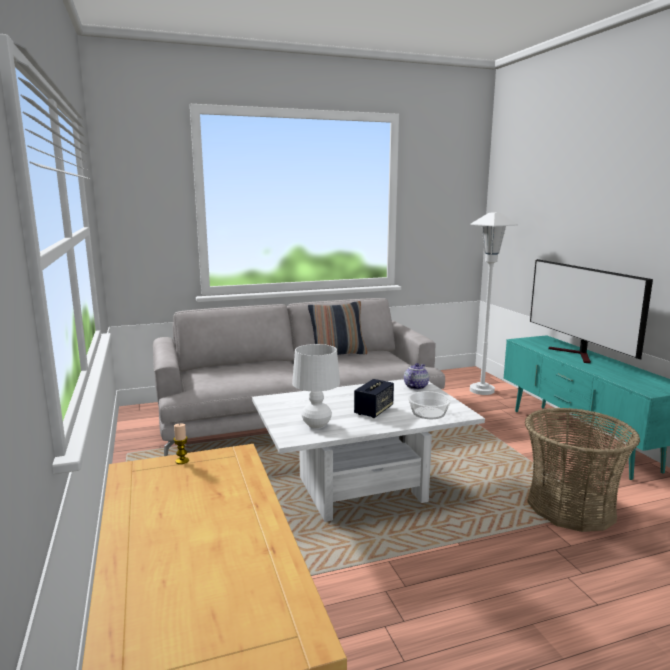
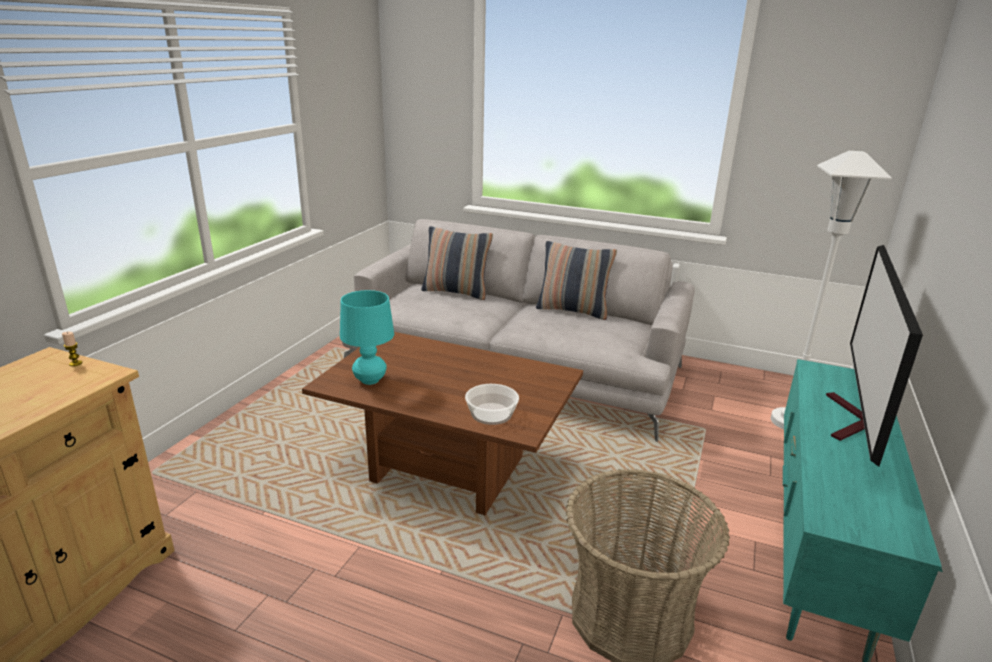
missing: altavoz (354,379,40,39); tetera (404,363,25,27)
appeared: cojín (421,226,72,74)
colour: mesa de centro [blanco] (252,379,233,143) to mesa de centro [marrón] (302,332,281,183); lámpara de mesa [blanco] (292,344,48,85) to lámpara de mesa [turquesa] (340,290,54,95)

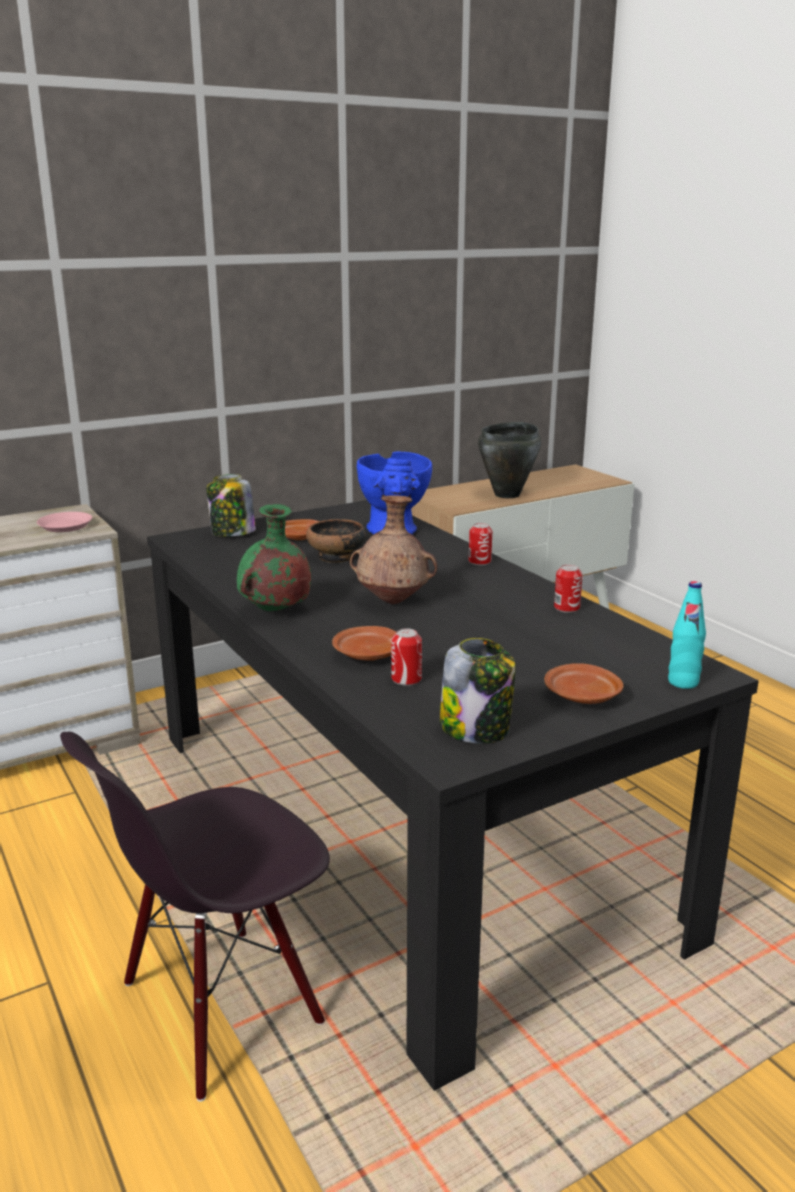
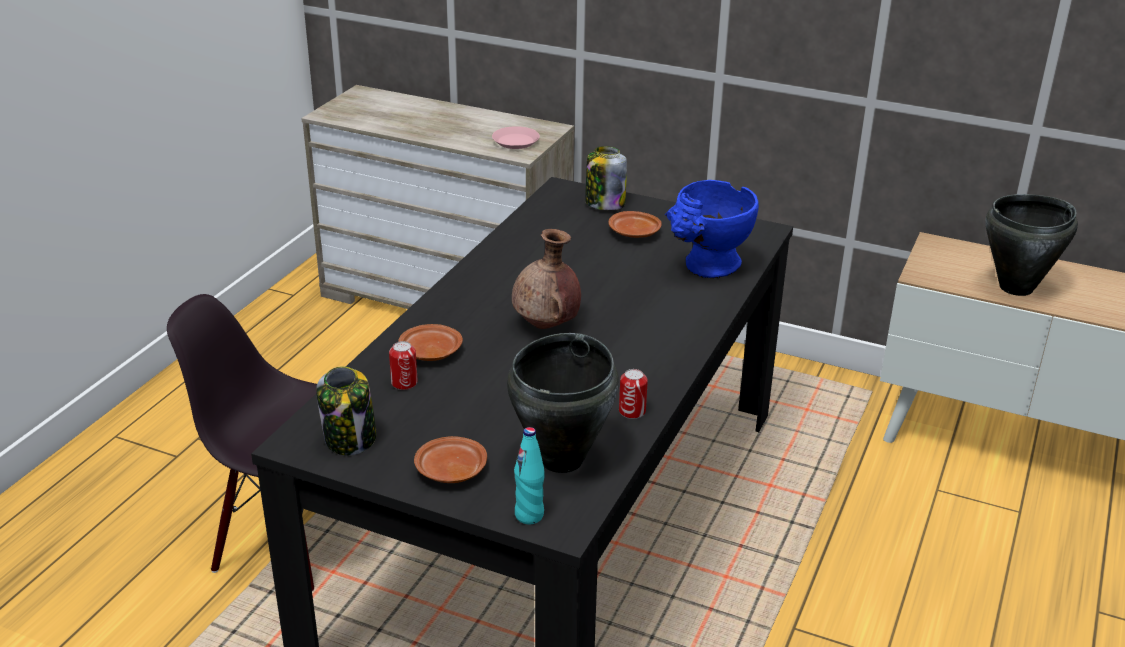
missing: florero [verde] (237,504,74,107); cuenco (306,519,61,44); lata (469,523,23,42)
appeared: olla [negro] (507,333,112,140)

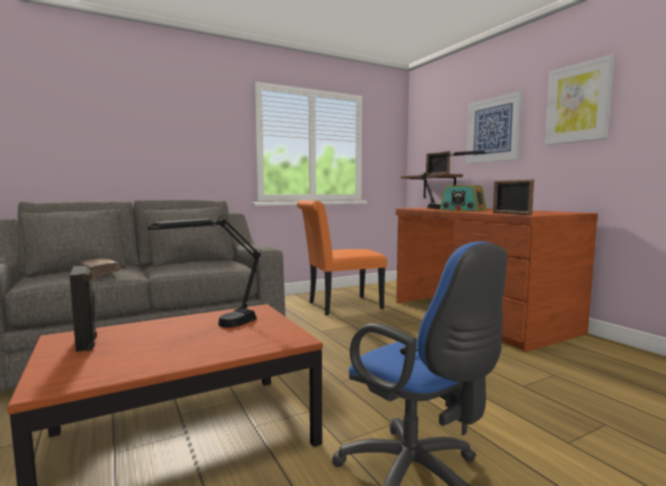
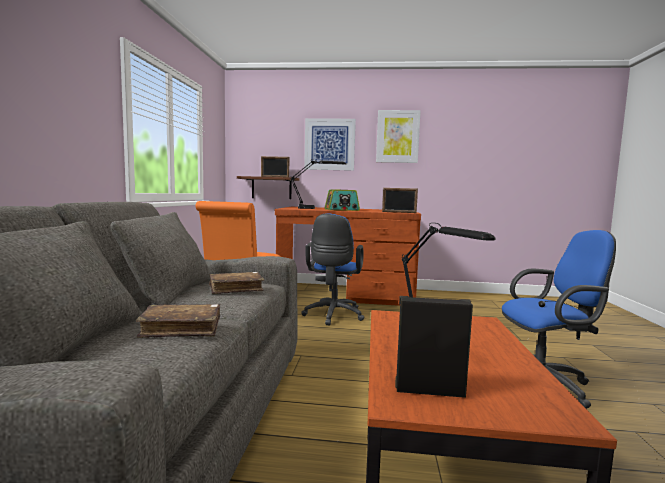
appeared: libro [marrón] (209,272,55,22); silla de oficina [azul] (301,213,64,112)

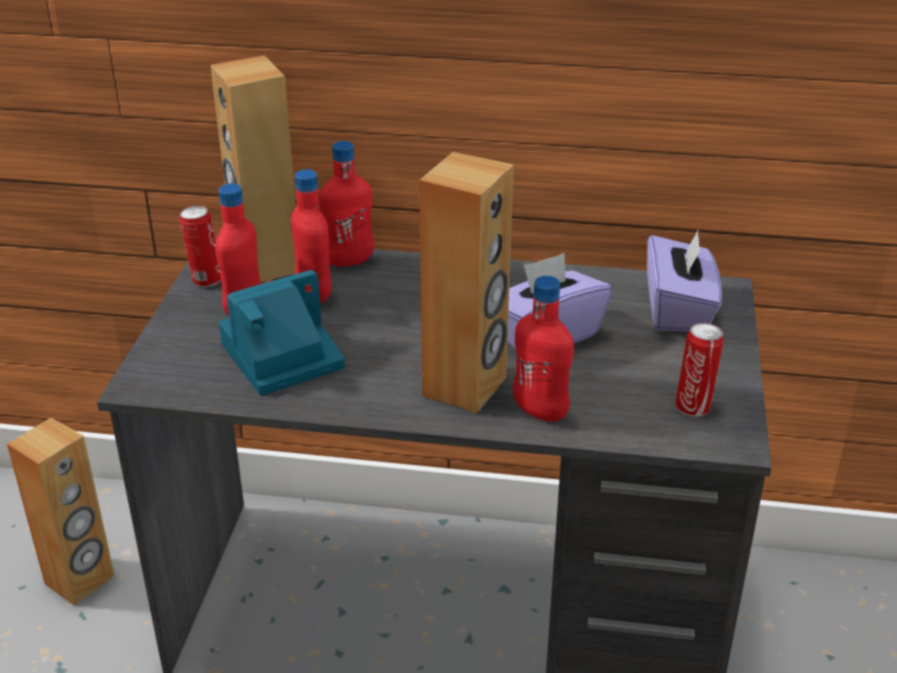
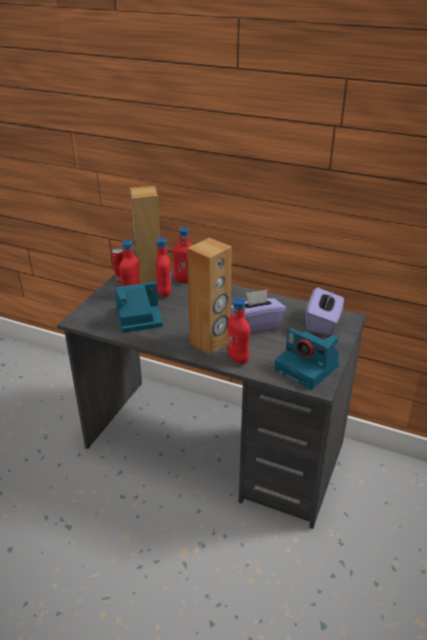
missing: altavoz [marrón] (7,418,108,187)
exchanged: lata (675,323,49,94) to cámara (274,328,66,62)

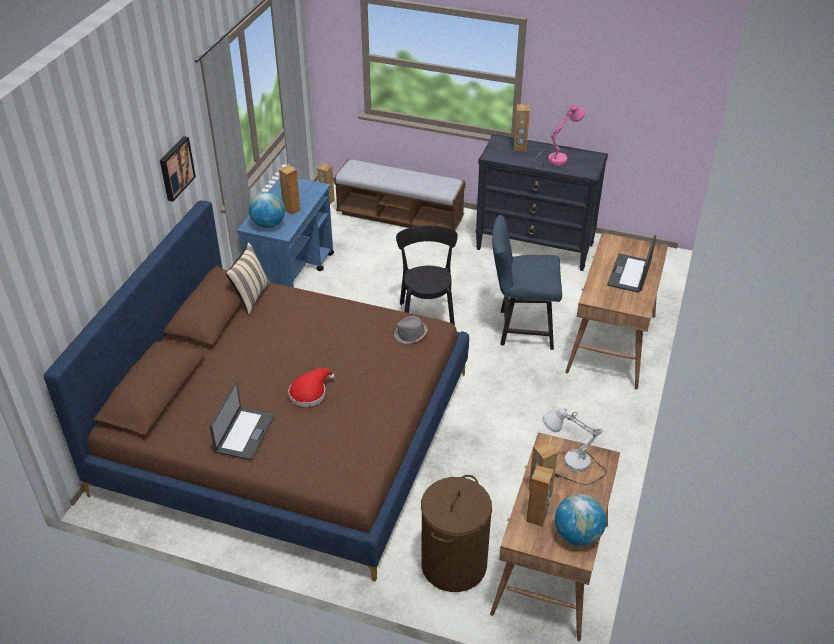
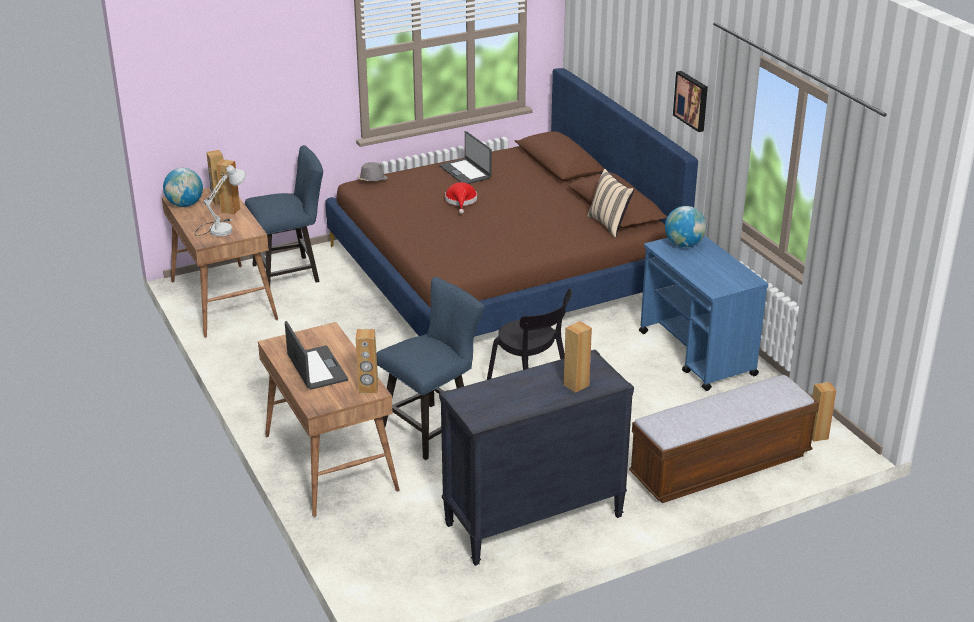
missing: lámpara de mesa [rosa] (536,104,49,62)
relocated: altavoz [marrón] (279,165,22,50) to (356,329,22,65); sombrero [gris] (394,316,34,28) to (358,162,30,19)
exchanged: cesto de la ropa [marrón] (421,475,71,117) to silla [azul] (245,145,78,141)

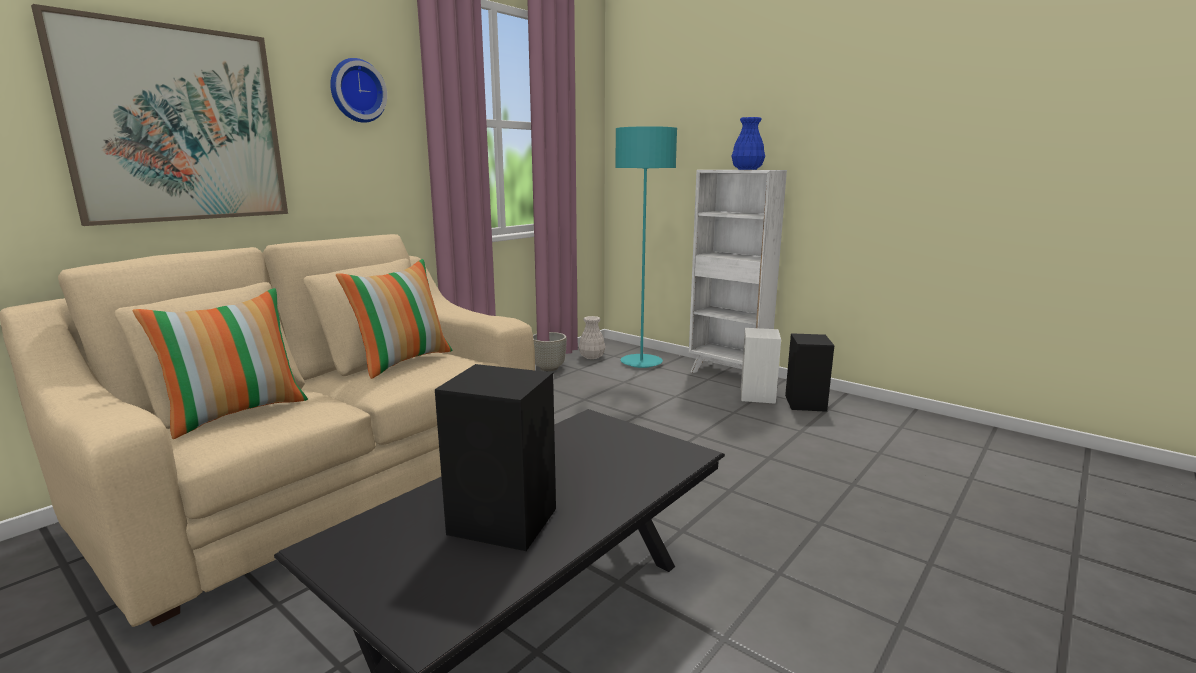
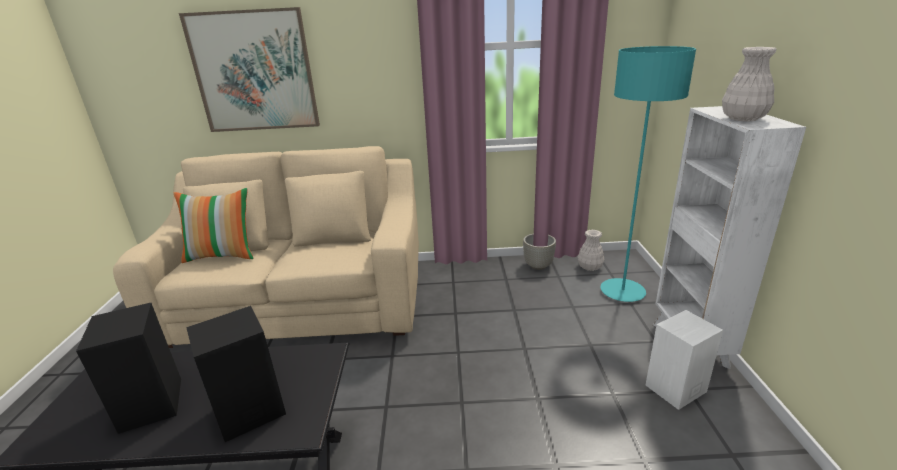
missing: reloj de pared (330,58,57,65); cojín (336,259,116,120)
relocated: altavoz [negro] (785,333,49,79) to (186,306,100,136)
colour: florero [azul] (732,117,33,53) to florero [blanco] (722,47,54,75)

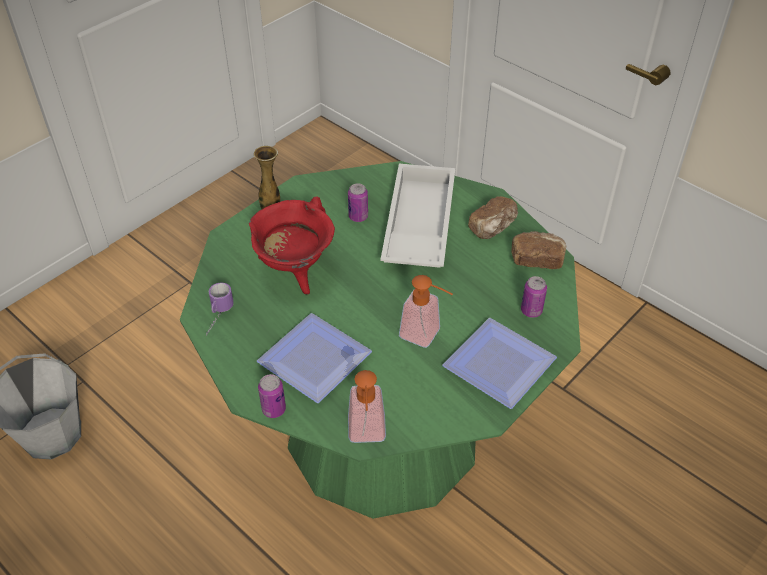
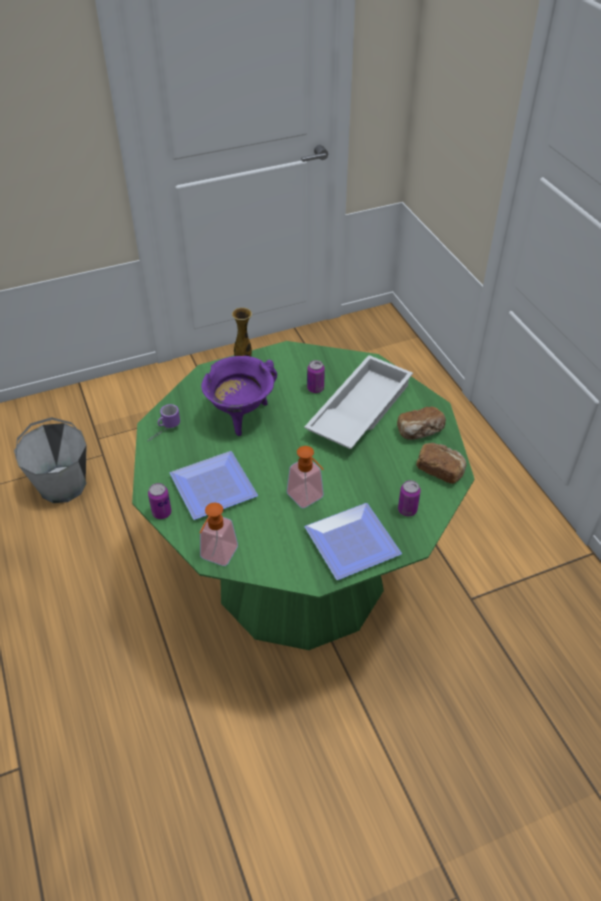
colour: olla [rojo] (249,197,86,97) to olla [morado] (201,356,76,80)

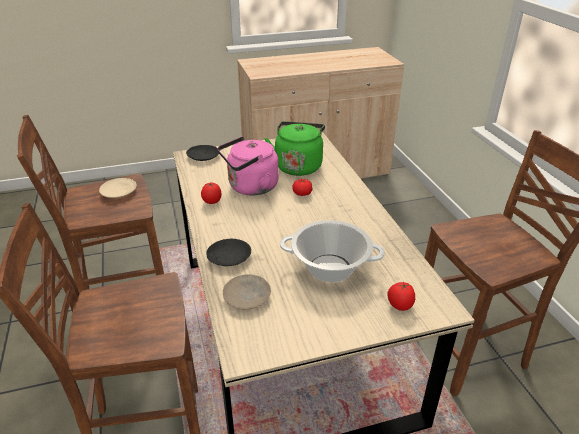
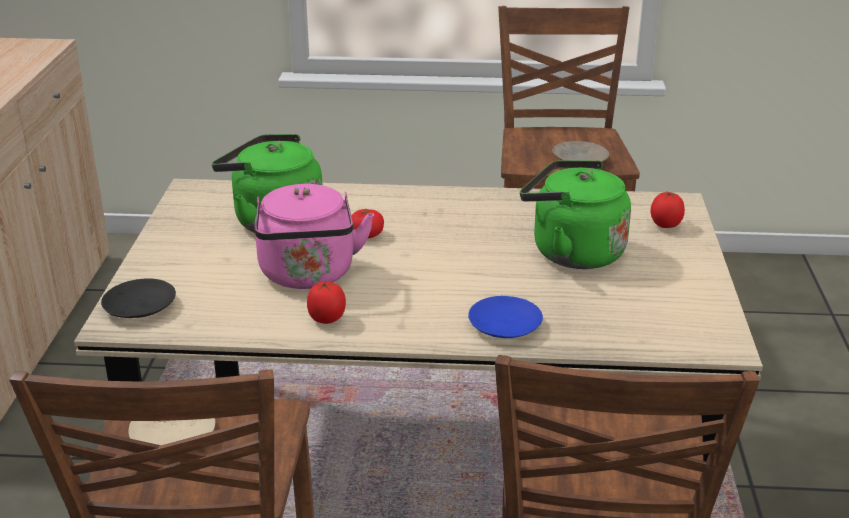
relocated: plato [beis] (223,274,48,35) to (552,141,57,21)
exchanged: olla (280,220,105,62) to hervidor [verde] (520,160,111,109)
colour: plato [negro] (206,239,45,27) to plato [azul] (468,296,75,42)

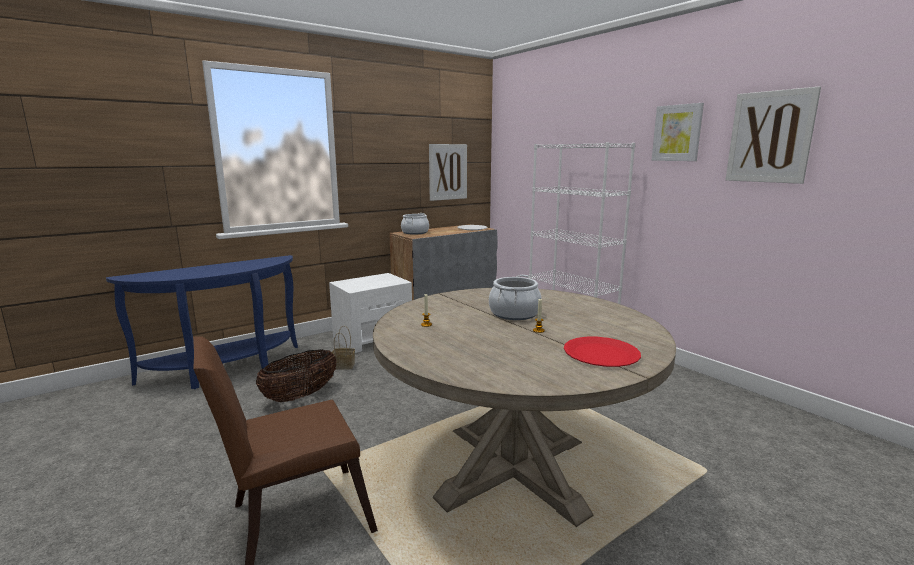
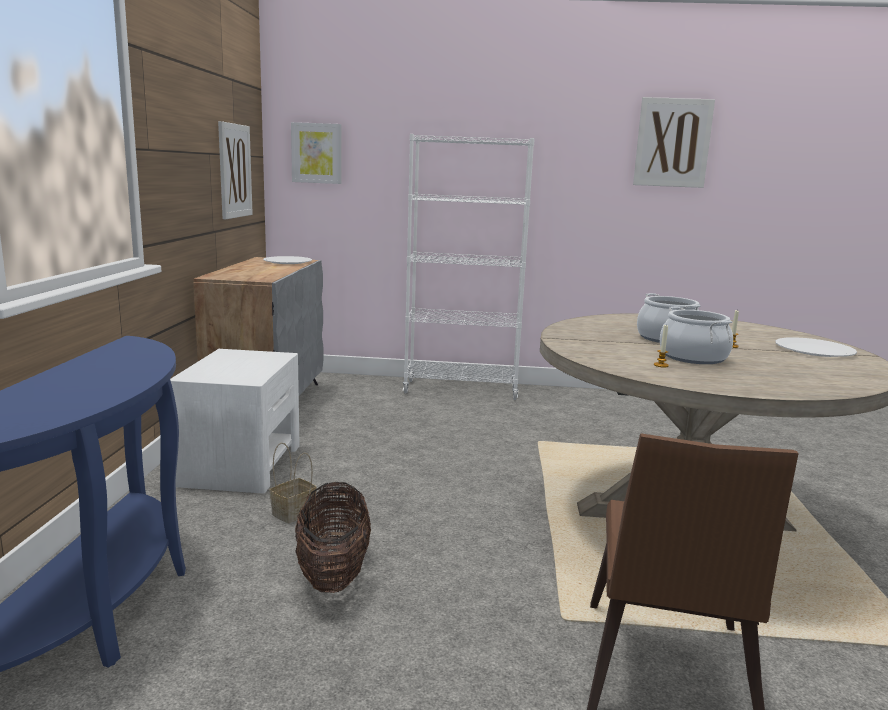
relocated: olla (401,213,28,22) to (660,307,73,57); cuadro (652,103,52,58) to (291,122,51,62)
colour: plato [rojo] (564,337,77,30) to plato [blanco] (776,337,81,20)

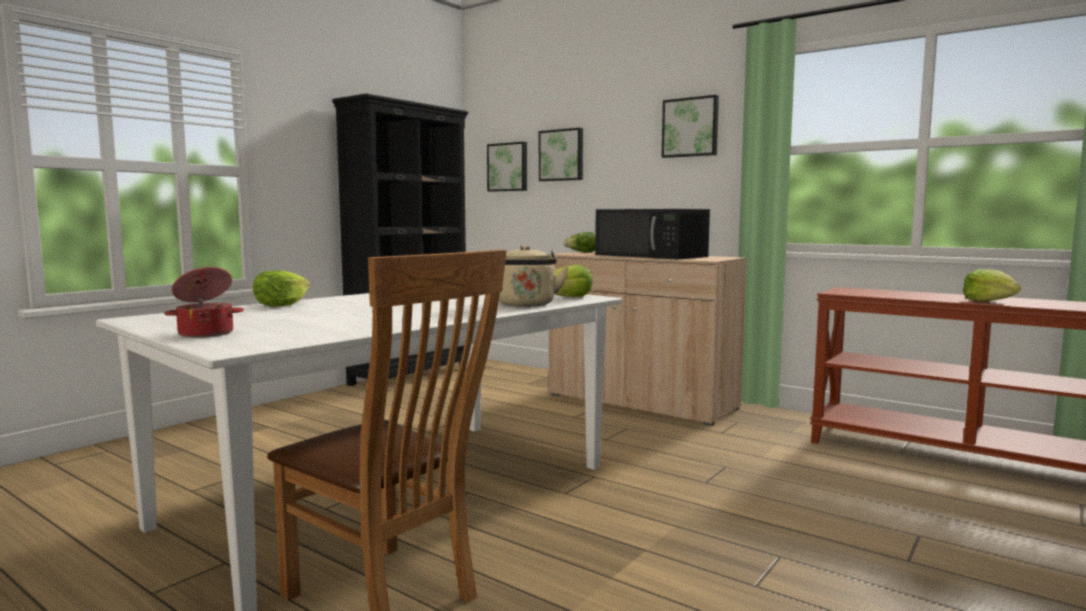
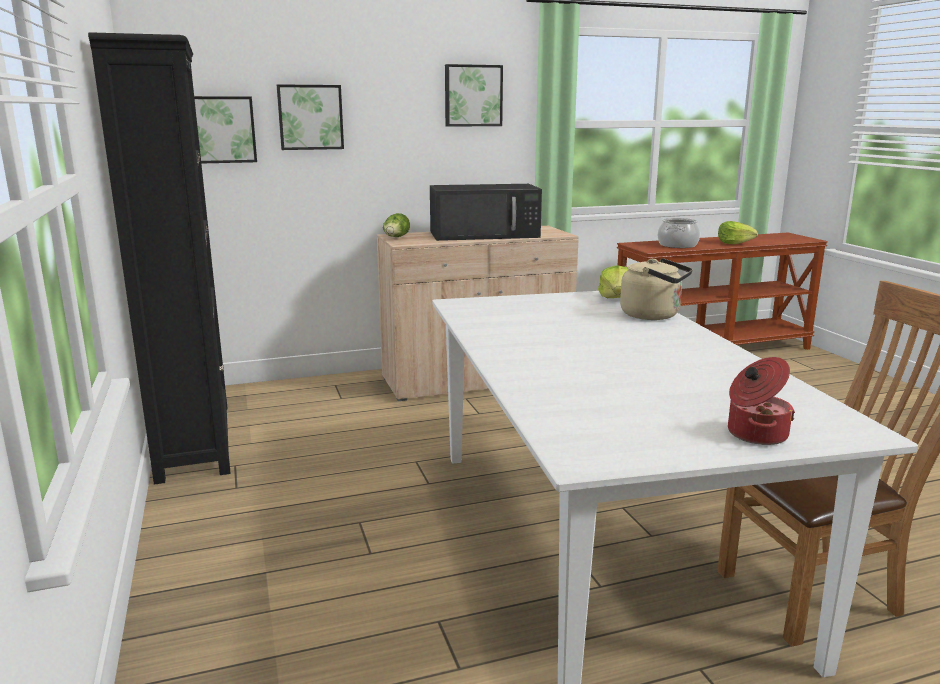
missing: lechuga (253,270,57,37)
appeared: olla (657,218,43,30)

